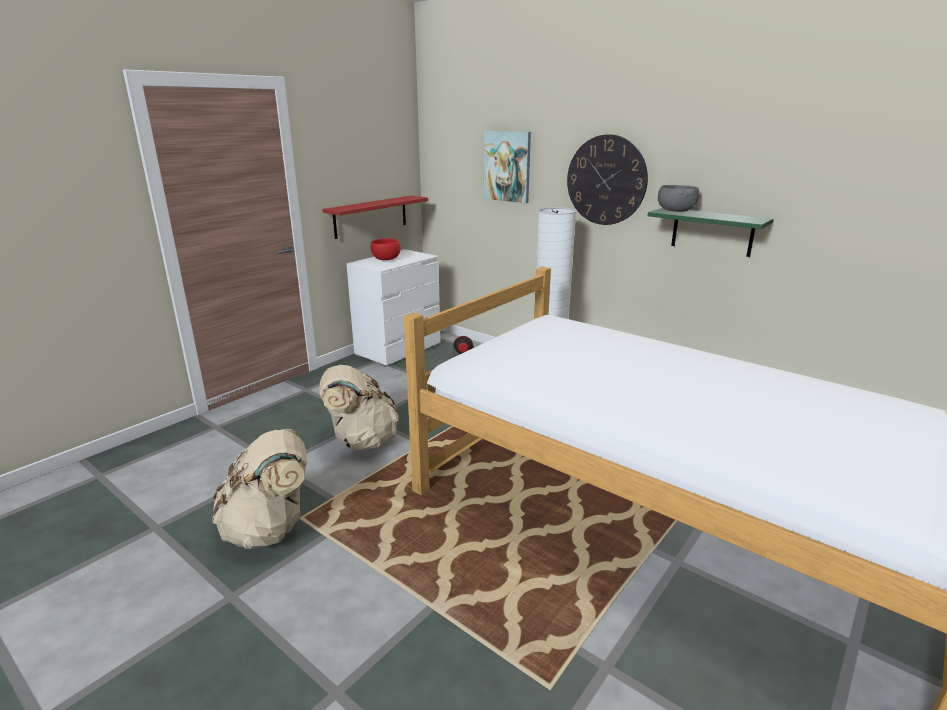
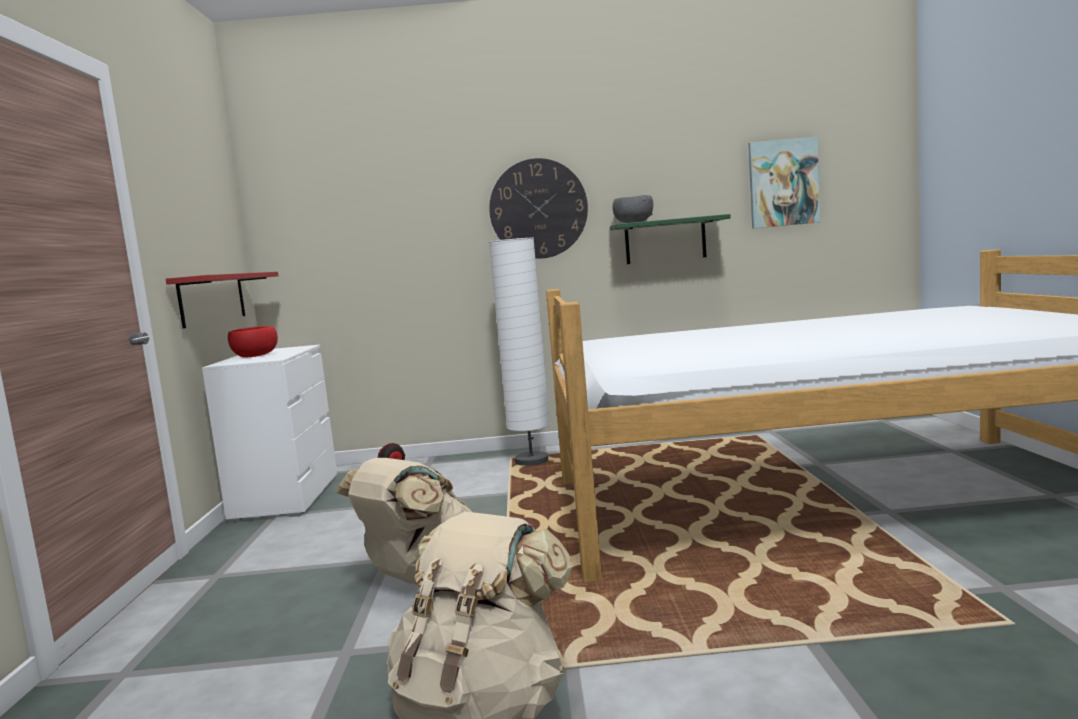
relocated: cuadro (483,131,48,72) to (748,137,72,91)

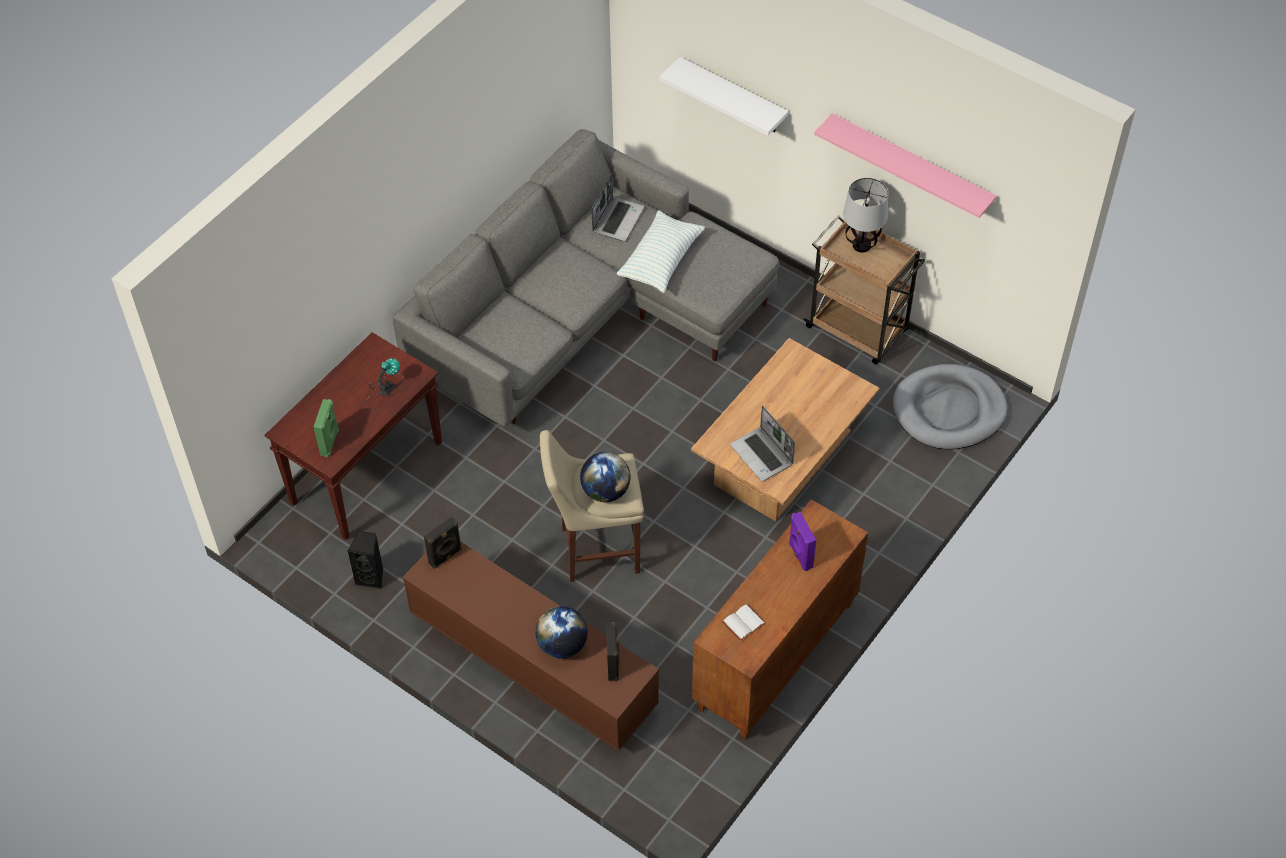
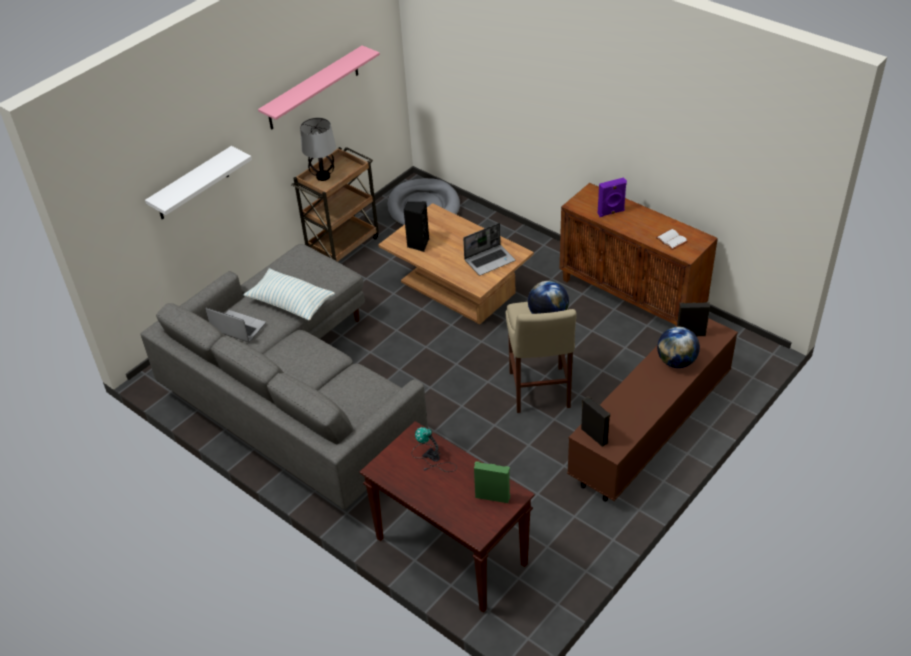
relocated: altavoz [negro] (348,531,35,58) to (404,201,25,51)

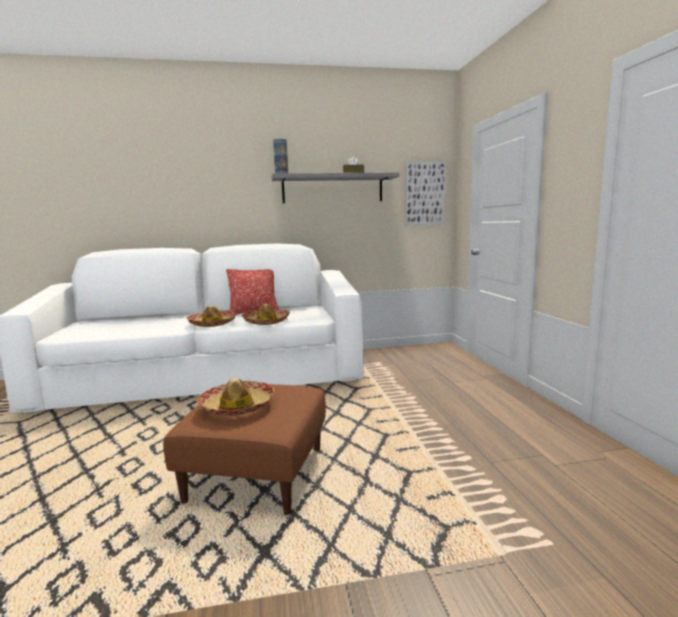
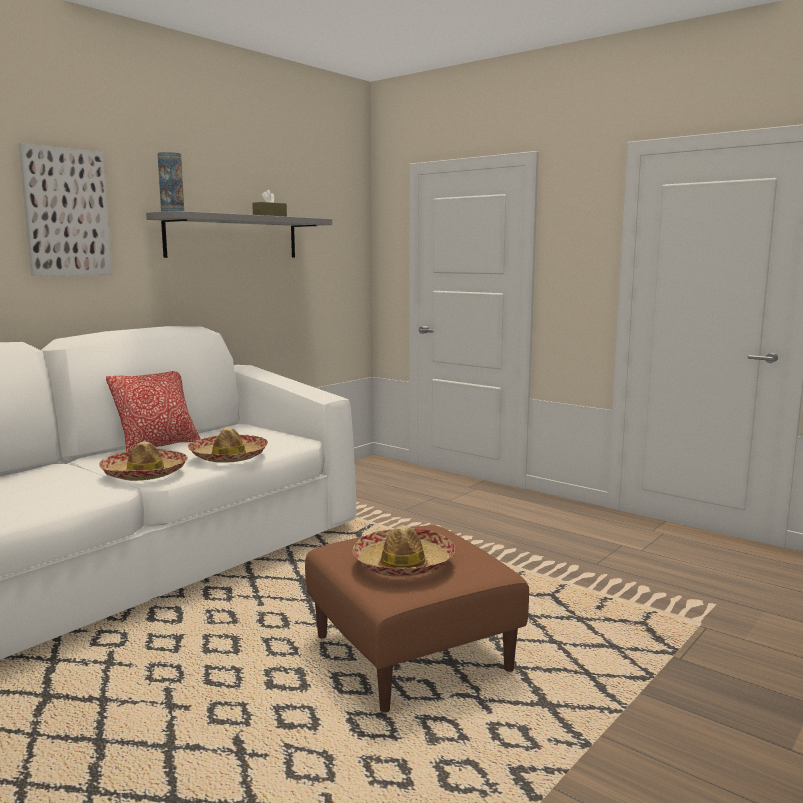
relocated: cuadro (406,162,40,63) to (19,143,93,133)

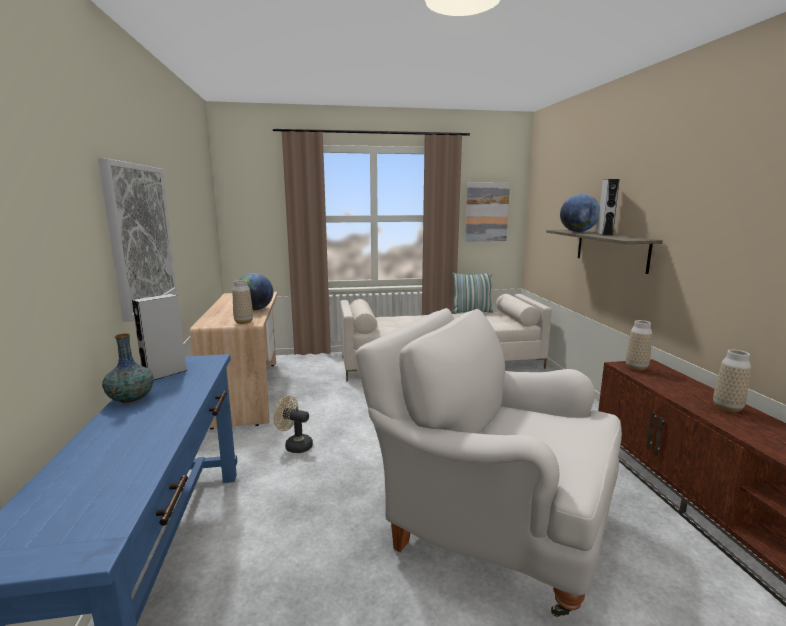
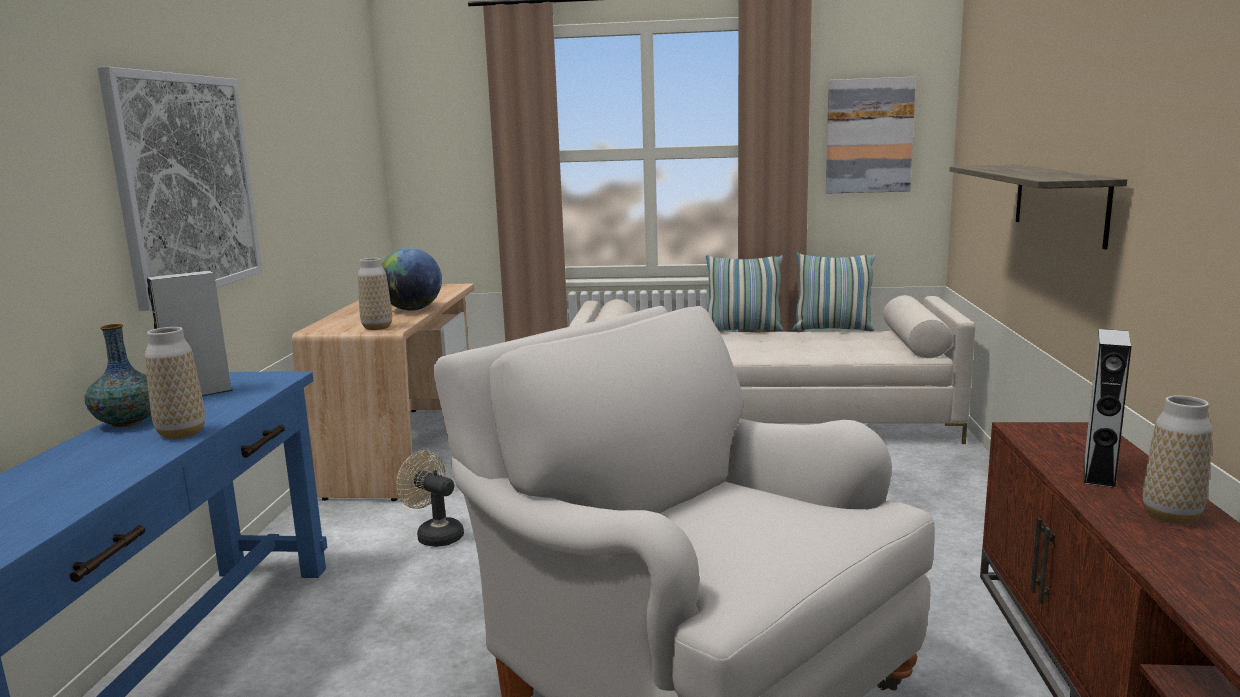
missing: globo terráqueo (560,194,40,38)
appeared: cojín (706,255,77,76)
relocated: altavoz [gris] (597,179,23,57) to (1084,329,48,159); florero (626,320,26,51) to (145,327,60,112)

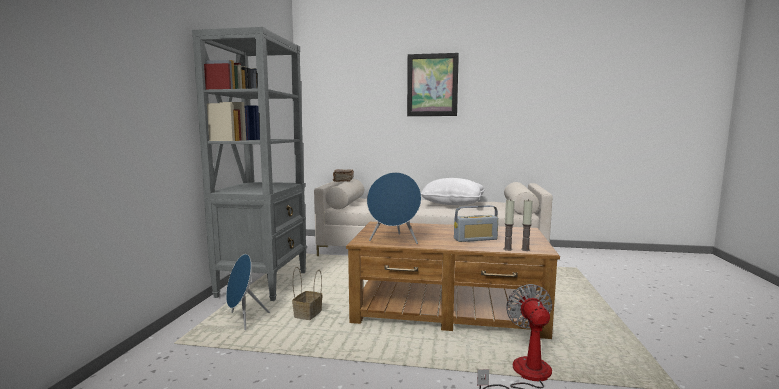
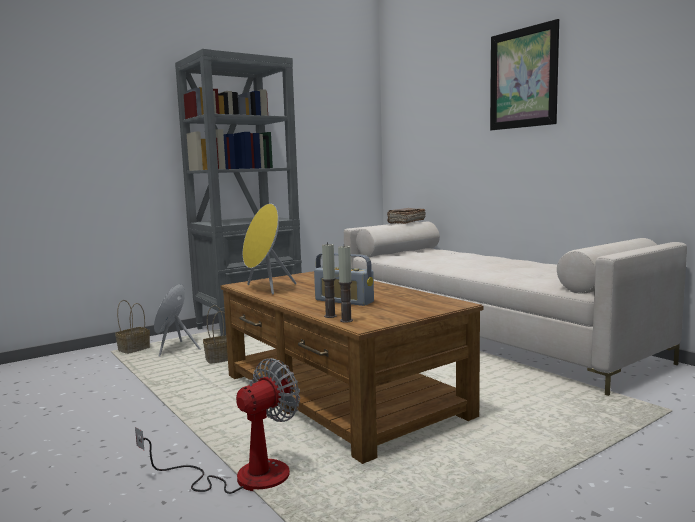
missing: cojín [blanco] (421,178,64,27)
appeared: cesta (115,300,35,54)
colour: altavoz [azul] (367,172,54,72) to altavoz [amarillo] (243,204,54,91)

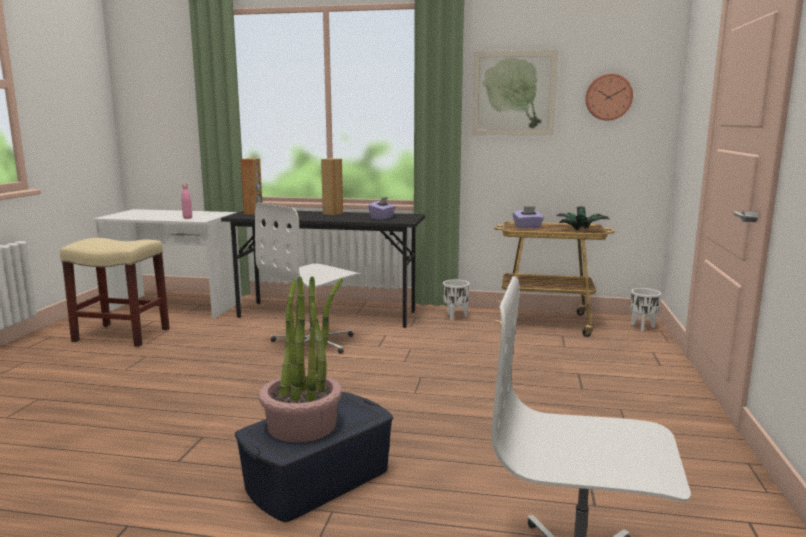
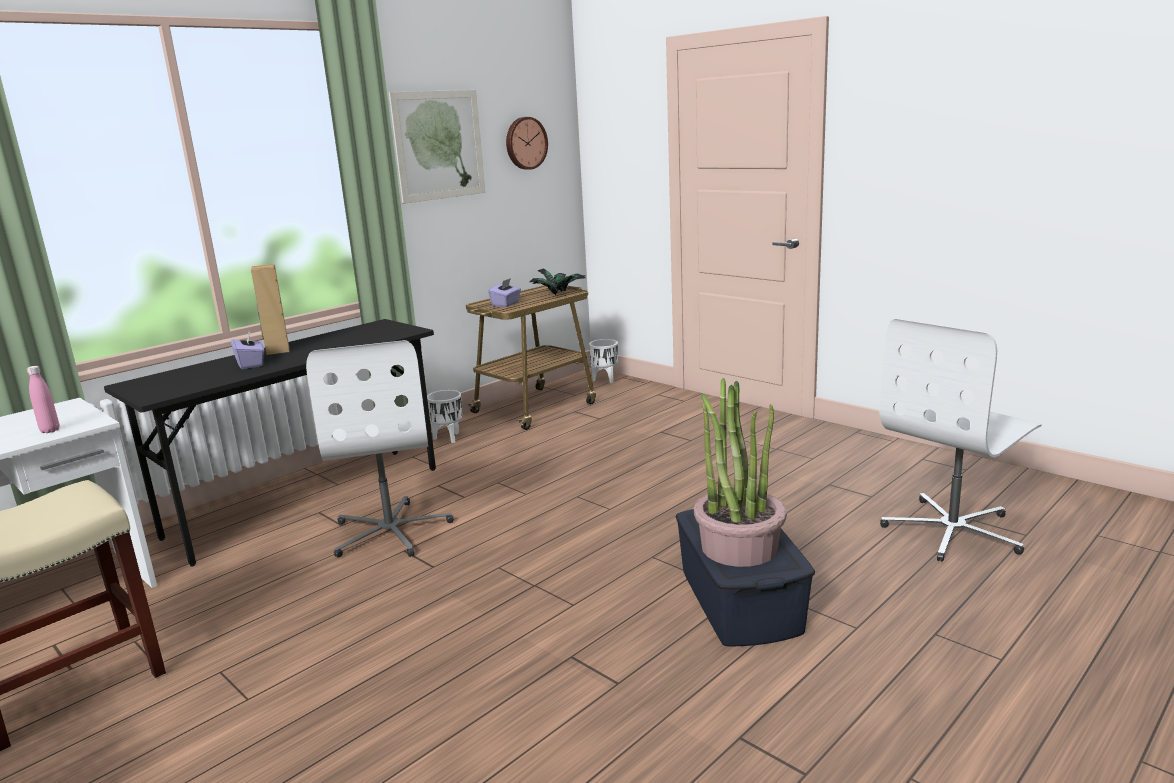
missing: altavoz [marrón] (240,158,22,57)
relocated: caja de pañuelos [morado] (368,197,28,23) to (231,331,33,38)

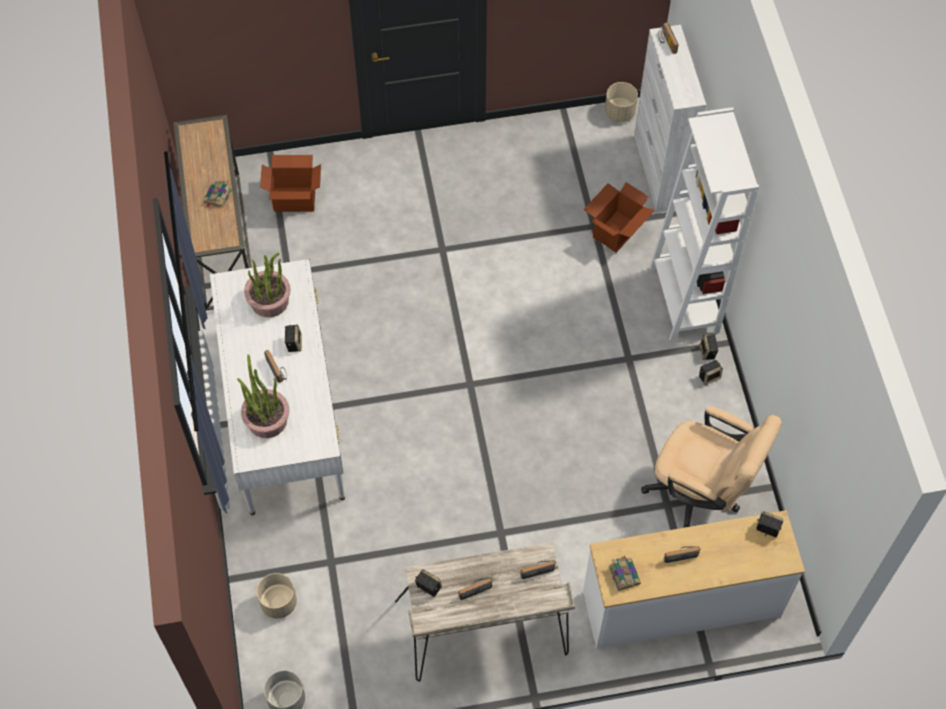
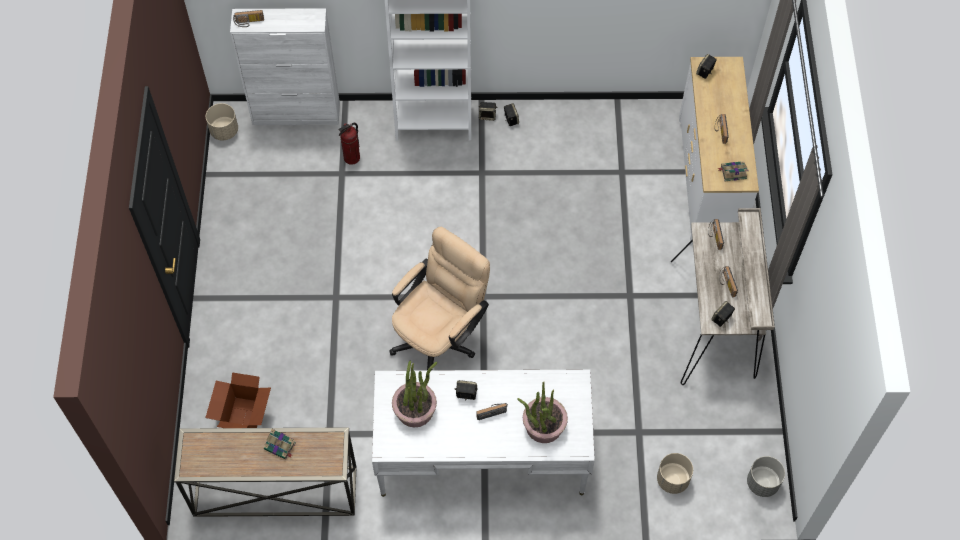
relocated: silla de oficina [beis] (641,406,141,122) to (390,227,100,143)
exchanged: caja de cartón (584,182,71,71) to extintor (339,123,21,42)

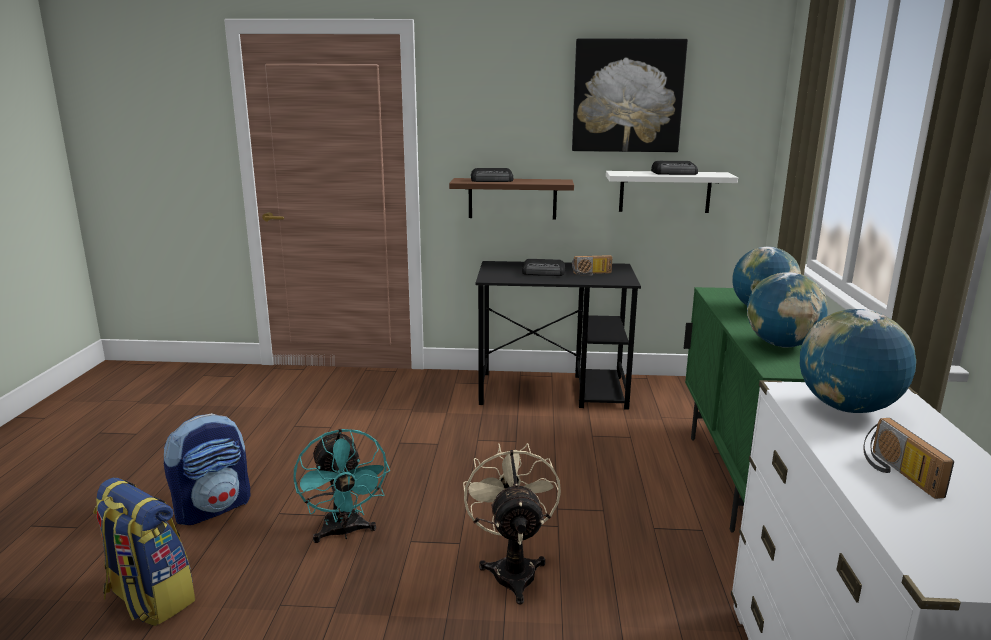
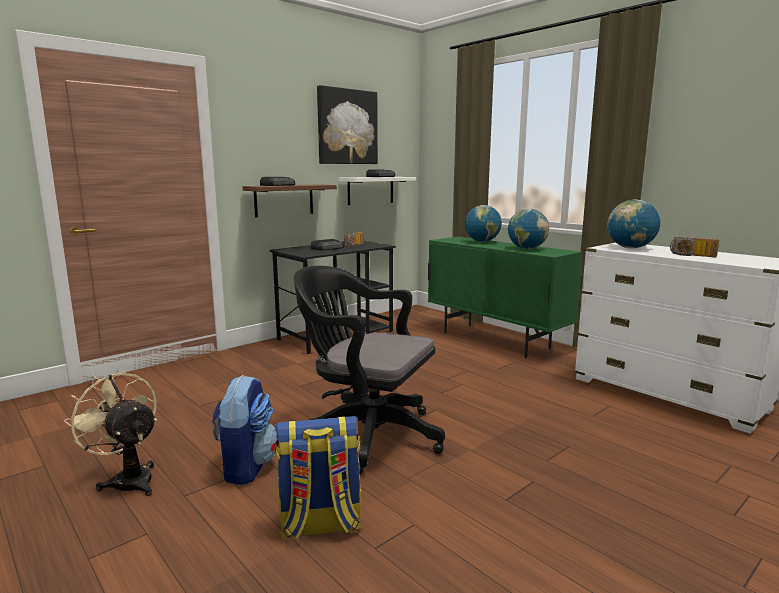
relocated: ventilador [beis] (463,443,98,162) to (64,370,93,126)
exchanged: ventilador [turquesa] (293,429,97,114) to silla de oficina [negro] (294,266,151,209)

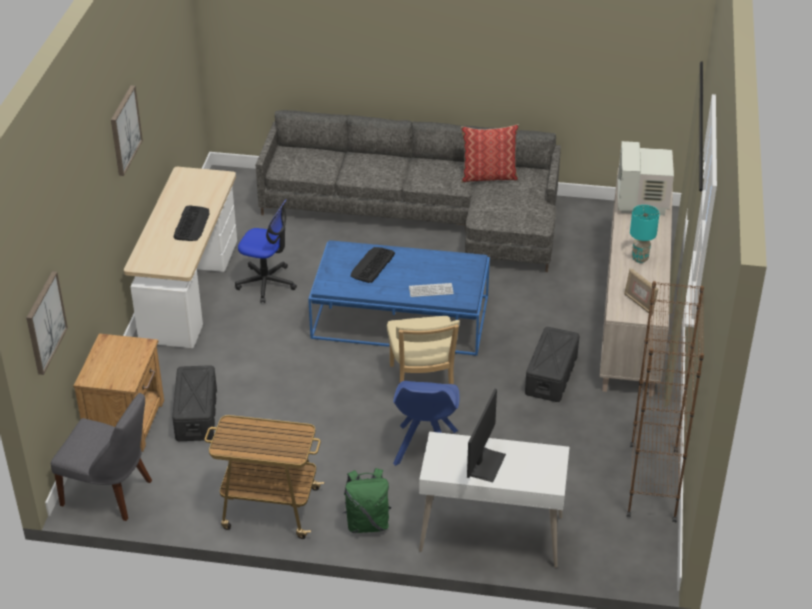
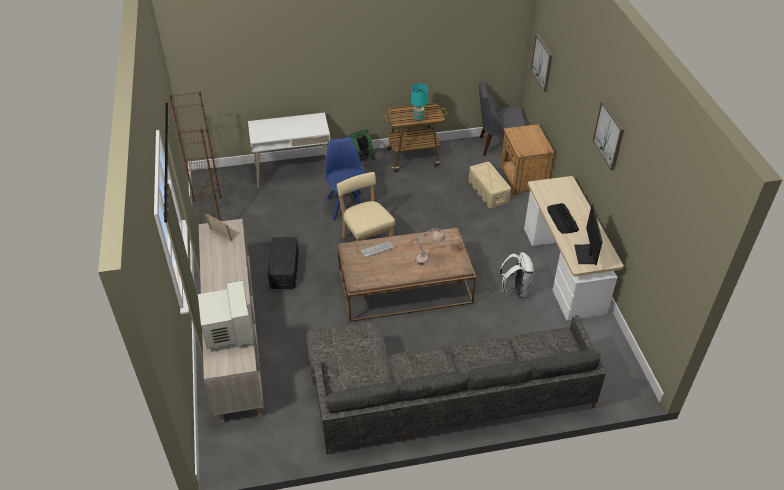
missing: cojín (461,124,58,58)
relocated: monitor (467,389,39,94) to (574,204,29,61); lámpara de mesa [turquesa] (630,205,29,58) to (411,84,17,37)
exchanged: silla de oficina (235,199,62,104) to mochila [blanco] (499,252,36,46); teclado (350,247,45,36) to lámpara de mesa [beis] (415,226,30,39)
colour: caja de almacenaje [negro] (172,365,45,76) to caja de almacenaje [beis] (469,162,42,47); mesa de centro [azul] (308,240,182,116) to mesa de centro [marrón] (337,228,139,94)

